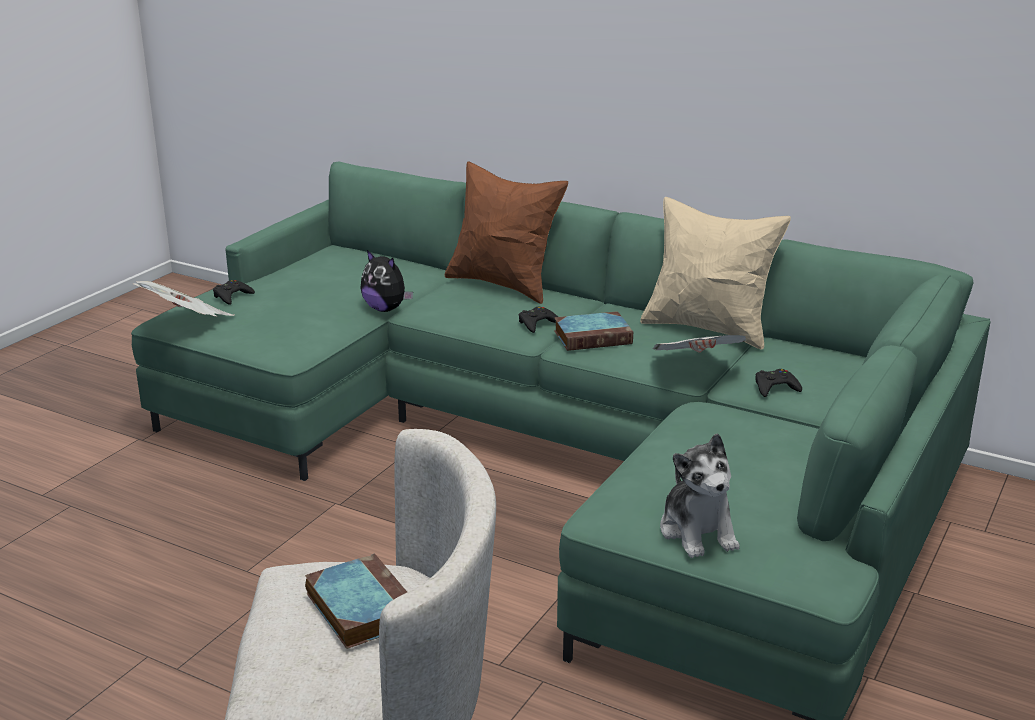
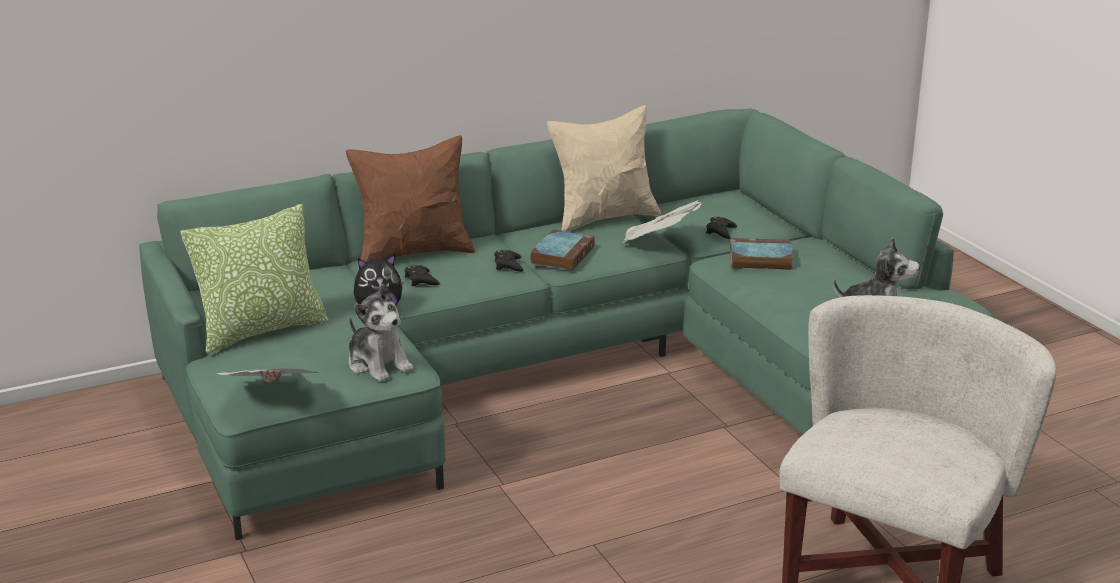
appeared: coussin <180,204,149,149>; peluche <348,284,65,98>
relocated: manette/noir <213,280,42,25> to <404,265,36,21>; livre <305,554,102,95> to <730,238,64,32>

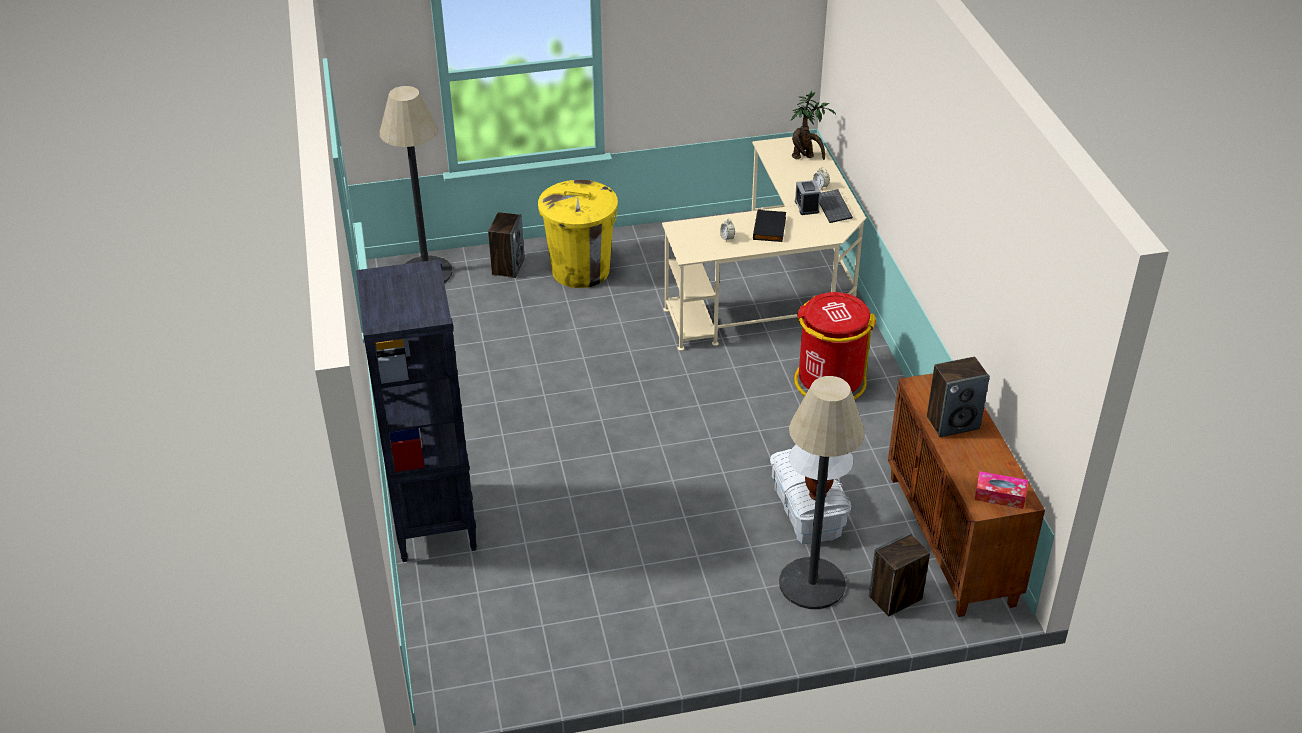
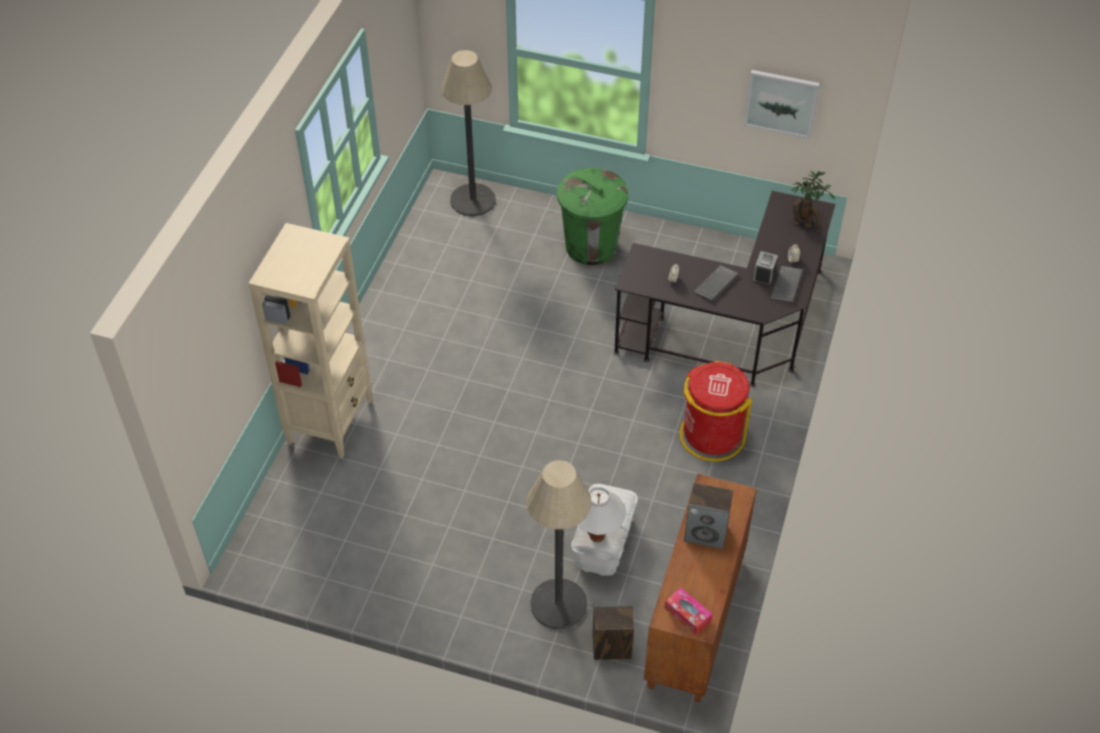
missing: enceinte <488,212,37,66>
appeared: tableau <744,70,76,69>
exchanged: livre/noir <753,209,33,33> to clavier <693,265,46,36>
colour: bureau/beige <662,134,204,217> to bureau/noir <613,191,222,196>; poubelle/jaune <538,180,80,108> to poubelle/vert <557,168,72,97>; bibliothèque/noir <356,259,121,303> to bibliothèque/beige <248,223,124,235>

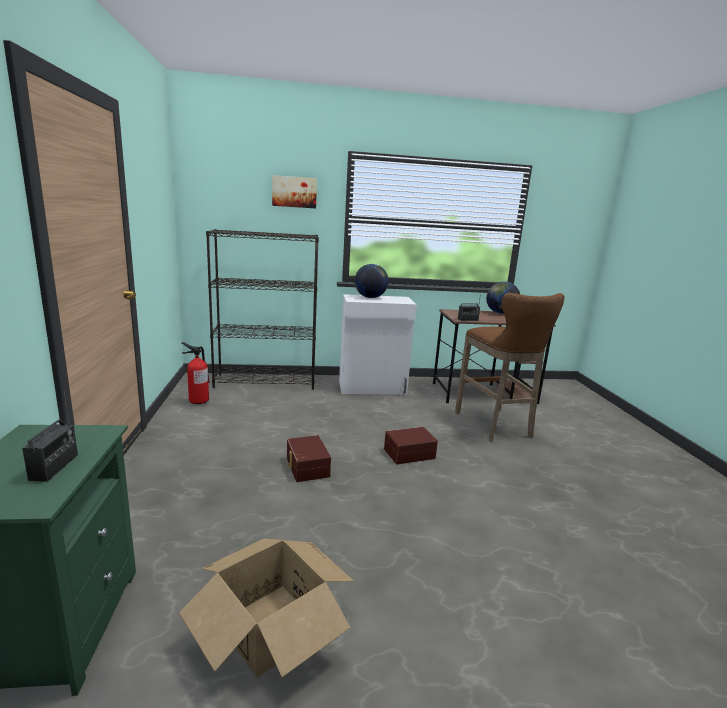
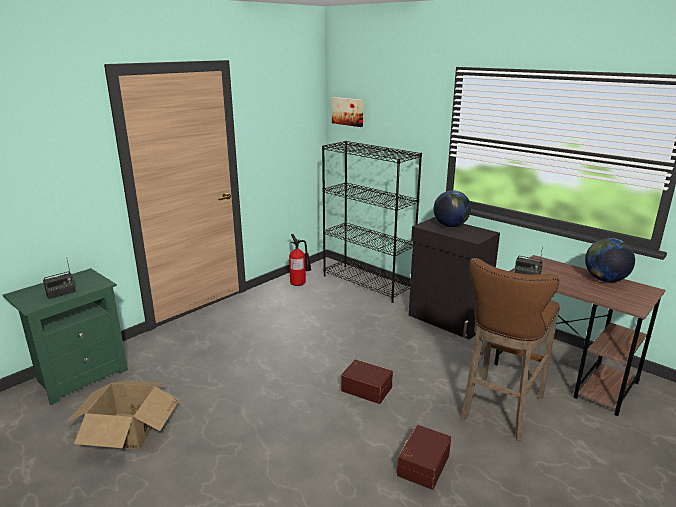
relocated: tableau <272,175,45,33> to <332,97,32,30>; boîte de rangement/marron <287,435,44,47> to <397,425,54,65>
colour: meuble de rangement/blanc <339,294,78,101> to meuble de rangement/noir <409,217,91,123>

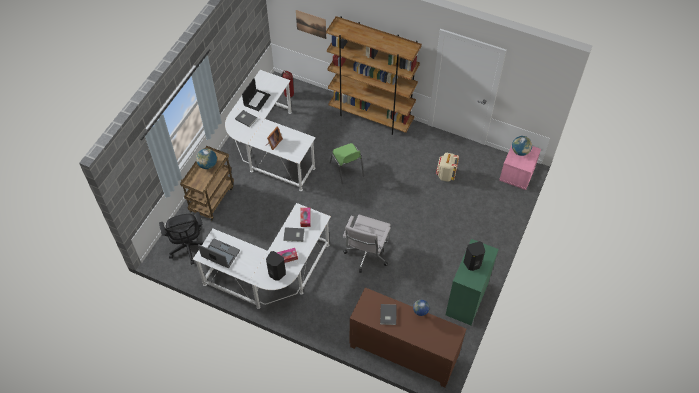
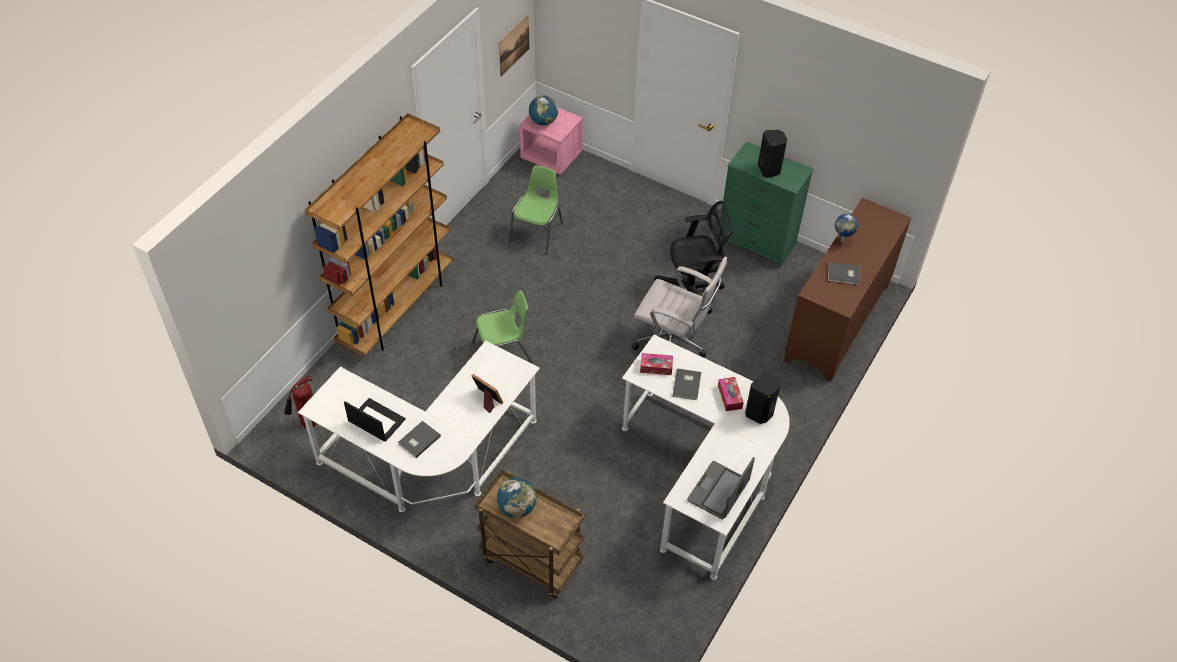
relocated: tableau <296,10,30,29> to <499,15,30,62>; chaise de bureau/noir <159,212,45,53> to <654,201,80,113>
exchanged: sac à dos/beige <436,153,23,29> to chaise/vert <509,166,54,89>

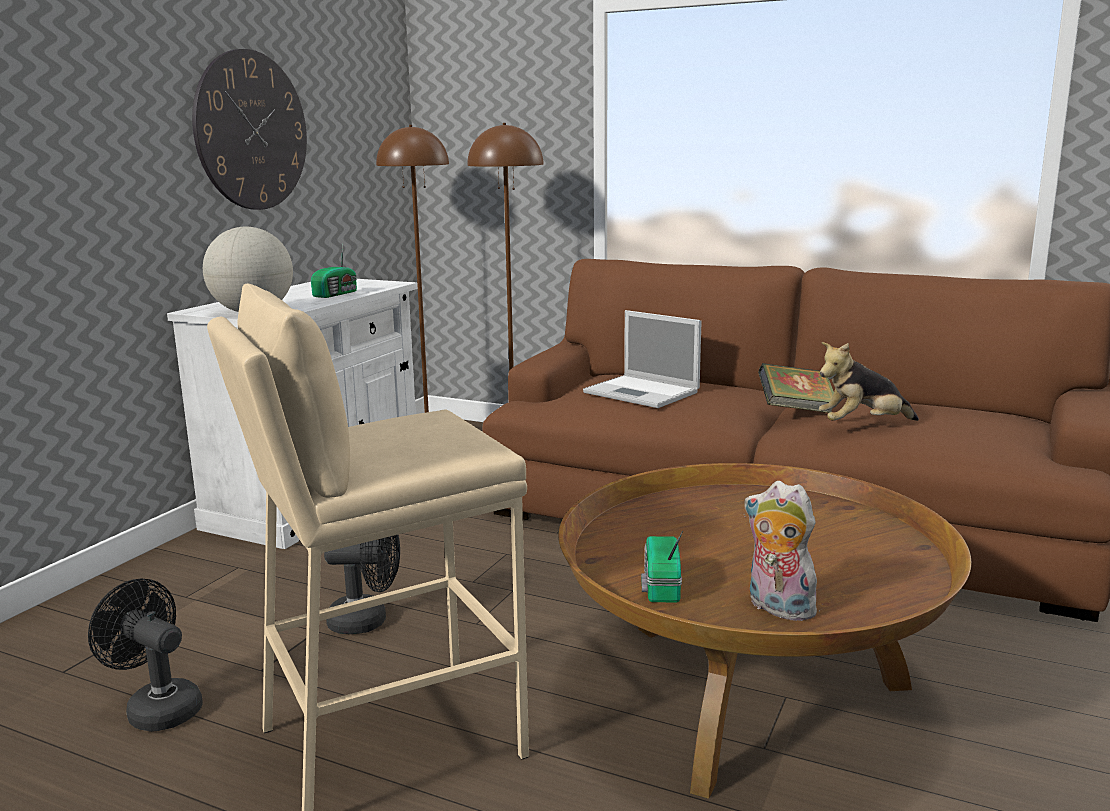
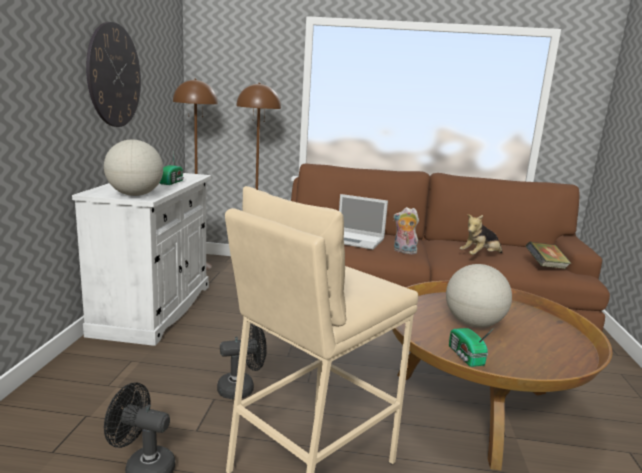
appeared: globe <446,264,66,64>
relocated: livre <758,363,76,50> to <526,242,46,27>; peluche <744,481,81,140> to <393,207,26,47>

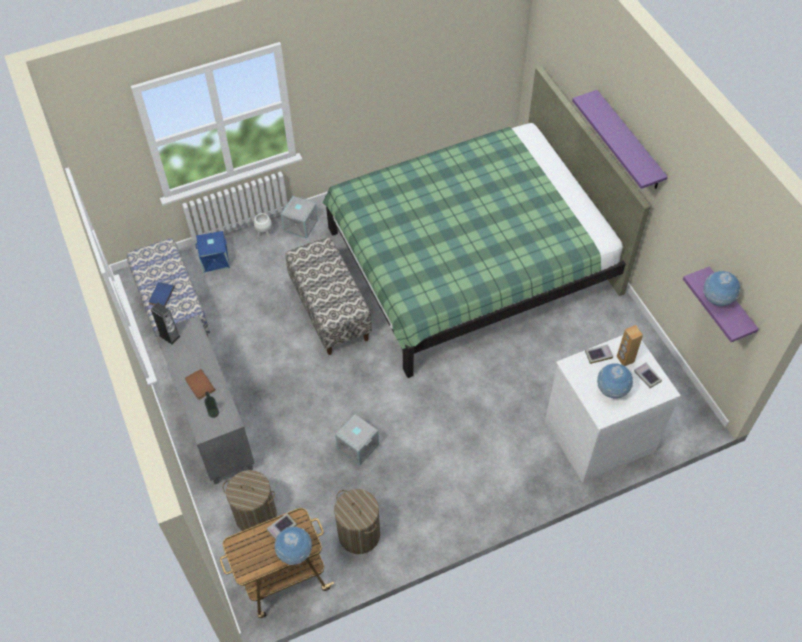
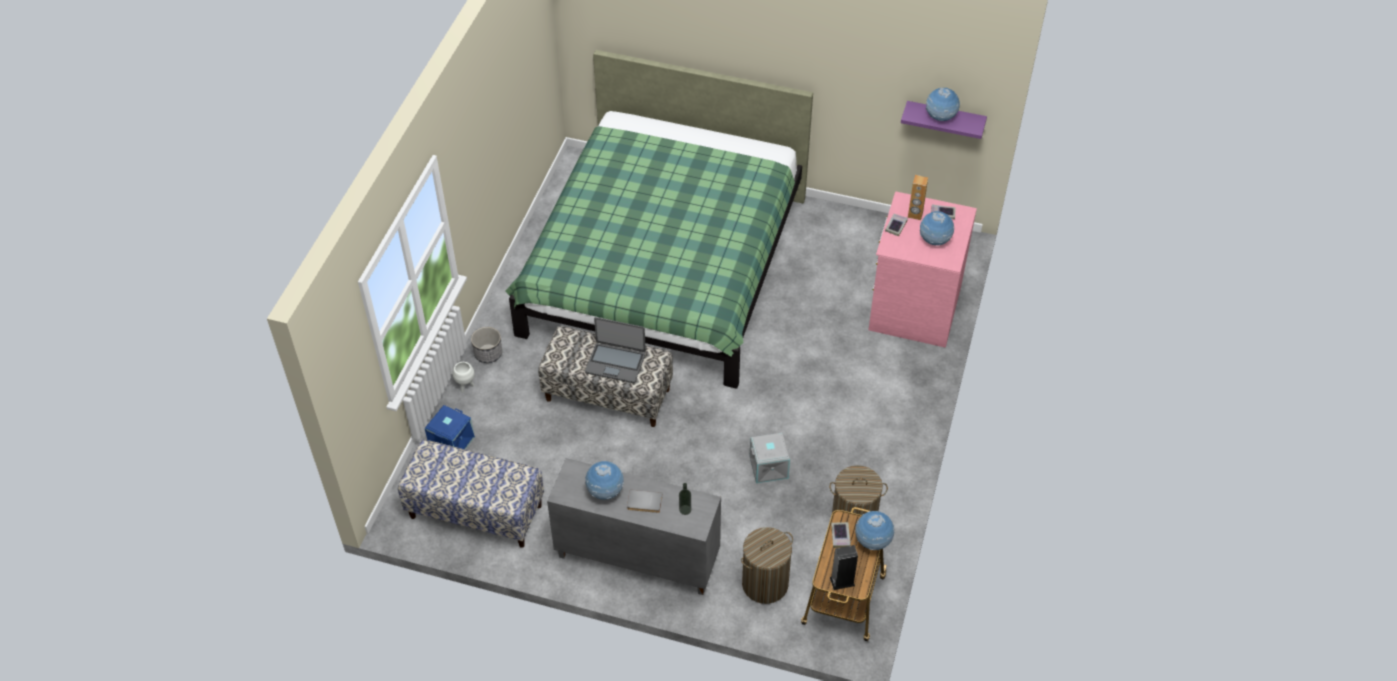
missing: étagère/violet <572,90,96,99>; livre/bleu <148,282,27,25>
appeared: ordinateur portable <585,317,61,66>; globe <585,461,39,39>
relocated: enceinte <151,303,30,41> to <830,545,28,45>
exchanged: boîte de rangement/gris <281,196,37,43> to cache-pot <471,327,31,36>
colour: commode/blanc <545,335,136,148> to commode/rose <868,191,109,156>; livre/marron <185,369,30,31> to livre/gris <627,489,36,24>

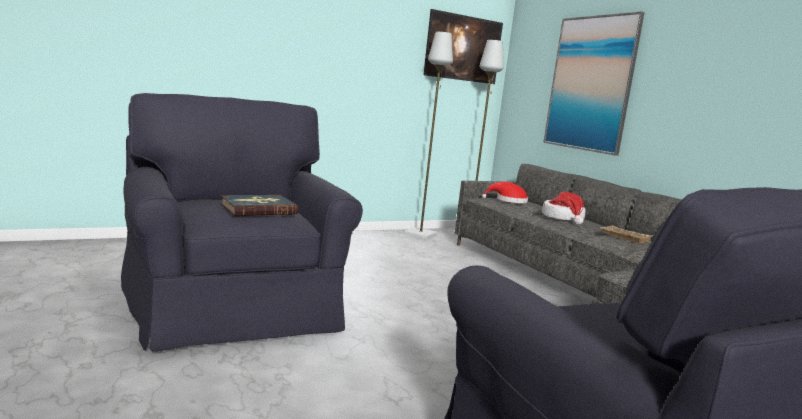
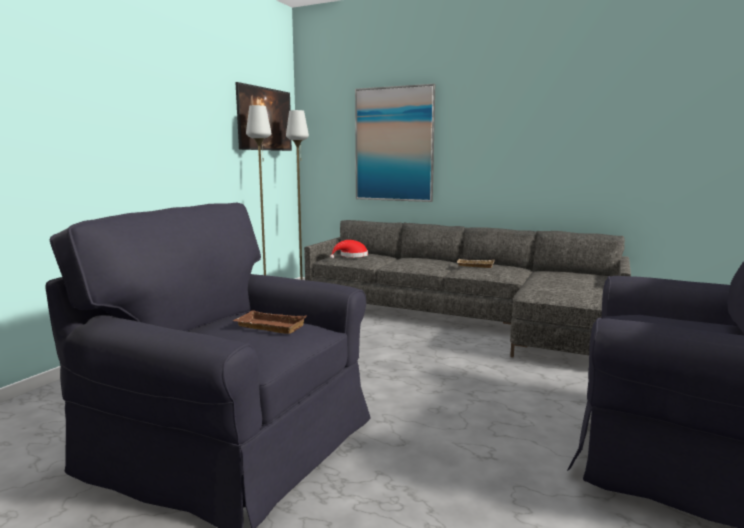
missing: chapeau <542,192,44,33>
exchanged: livre <220,195,78,21> to plateau/marron <233,310,73,24>

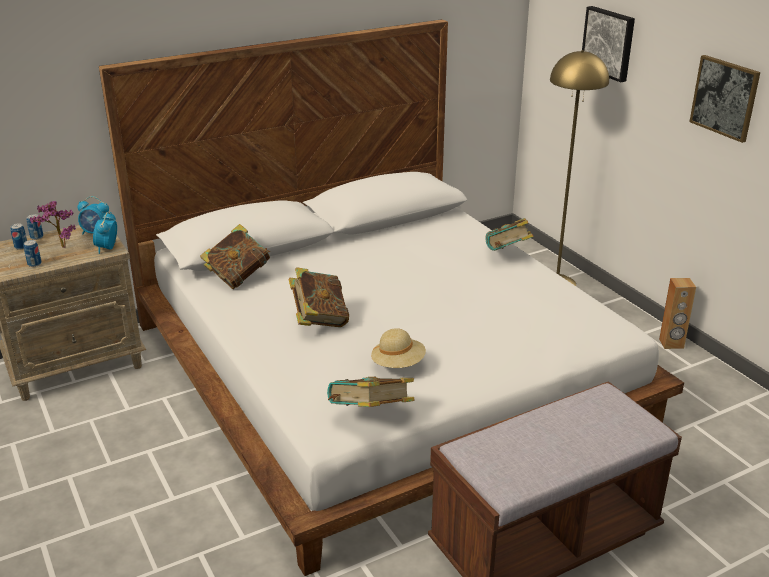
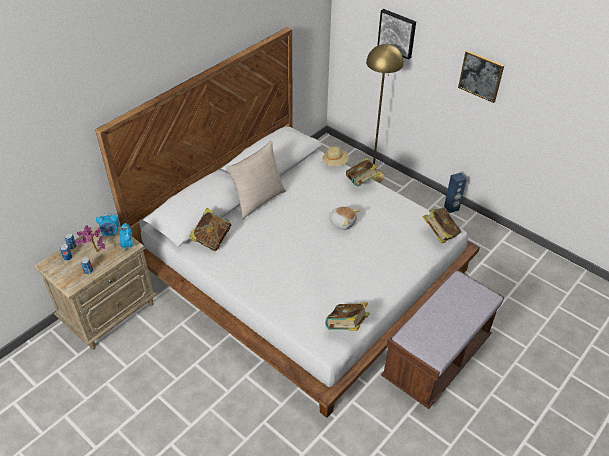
appeared: coussin/beige <226,141,60,78>; peluche <329,206,31,24>
relocated: livre <289,267,60,60> to <422,207,39,37>; chapeau/beige <371,328,55,40> to <322,146,27,20>
colour: enceinte/marron <659,278,37,71> to enceinte/bleu <444,173,23,40>

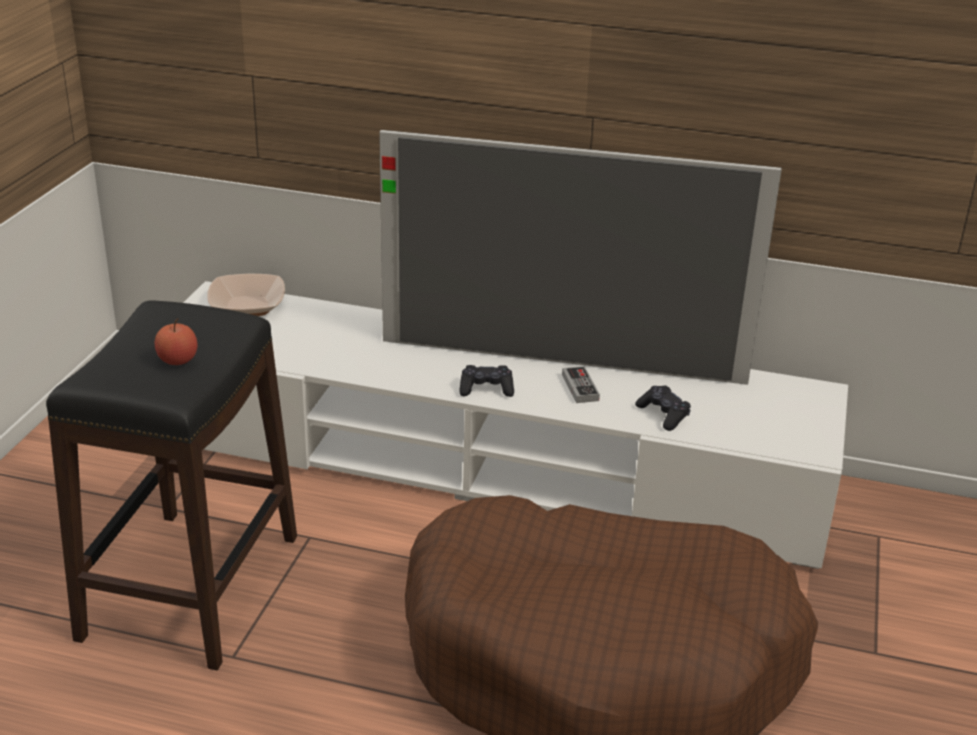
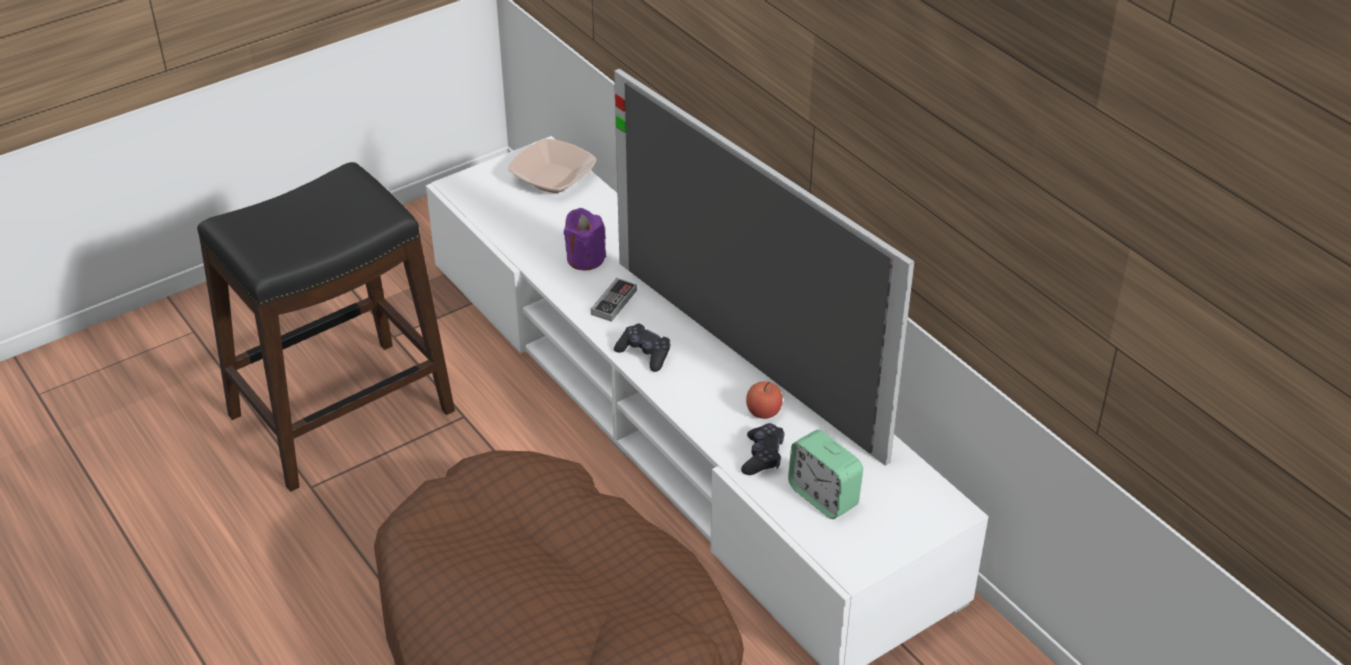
appeared: bougie/violet <564,208,42,62>; réveil <788,430,75,89>
relocated: pomme <155,318,42,47> to <746,381,37,38>; manette <562,366,38,37> to <591,278,46,44>

